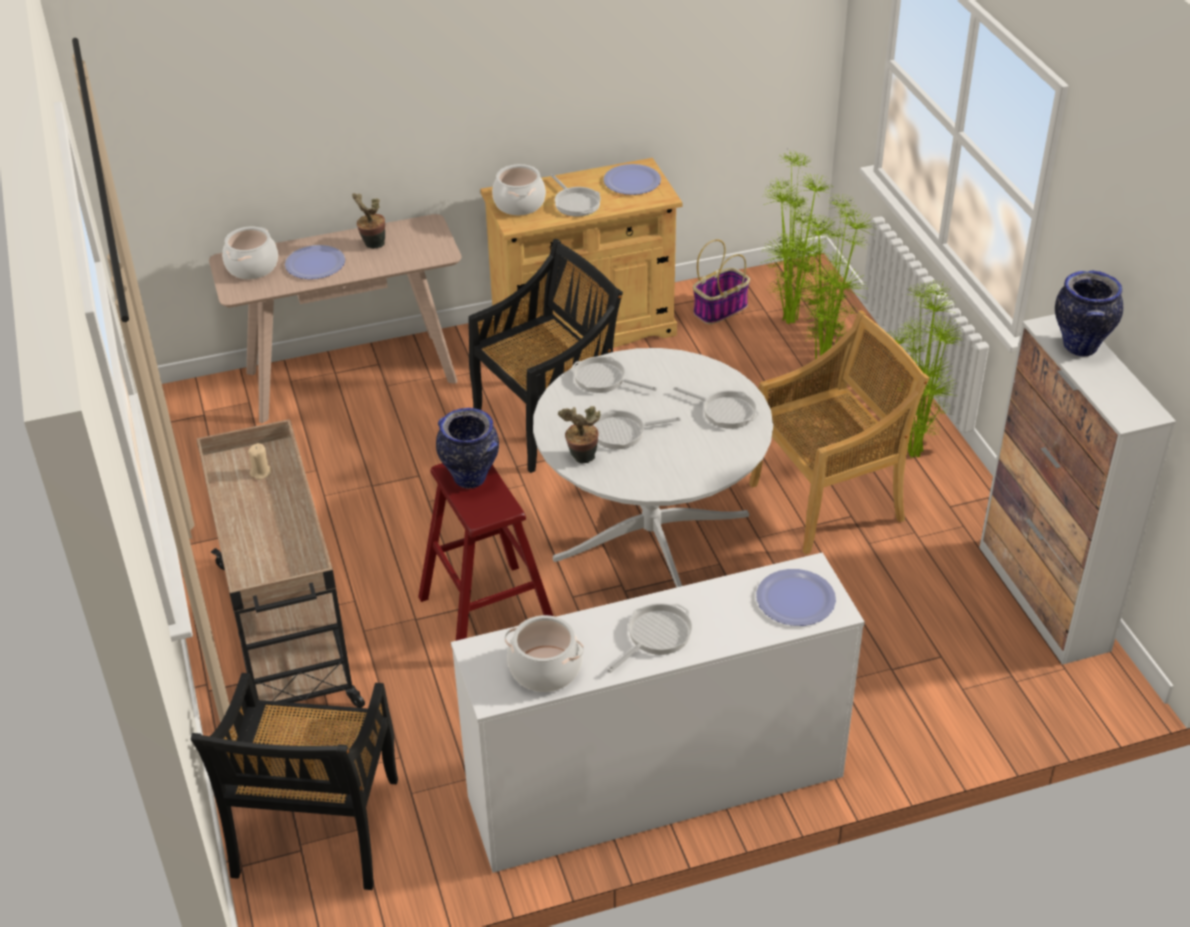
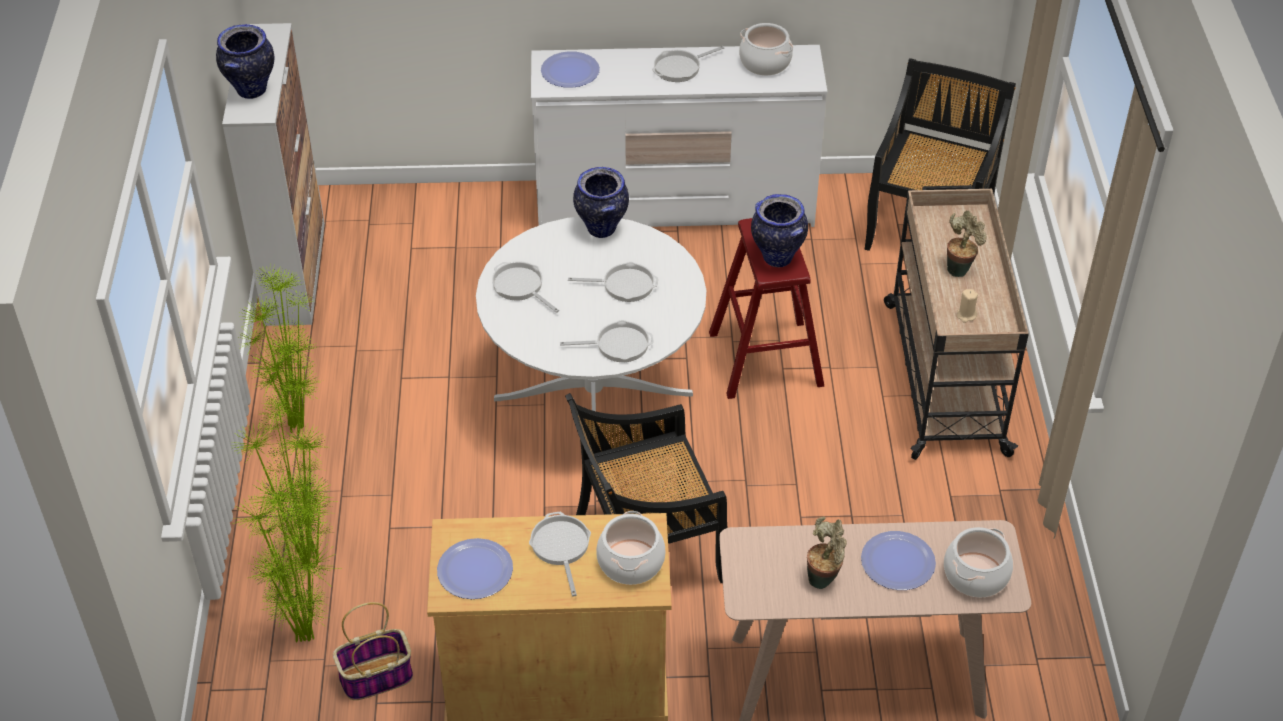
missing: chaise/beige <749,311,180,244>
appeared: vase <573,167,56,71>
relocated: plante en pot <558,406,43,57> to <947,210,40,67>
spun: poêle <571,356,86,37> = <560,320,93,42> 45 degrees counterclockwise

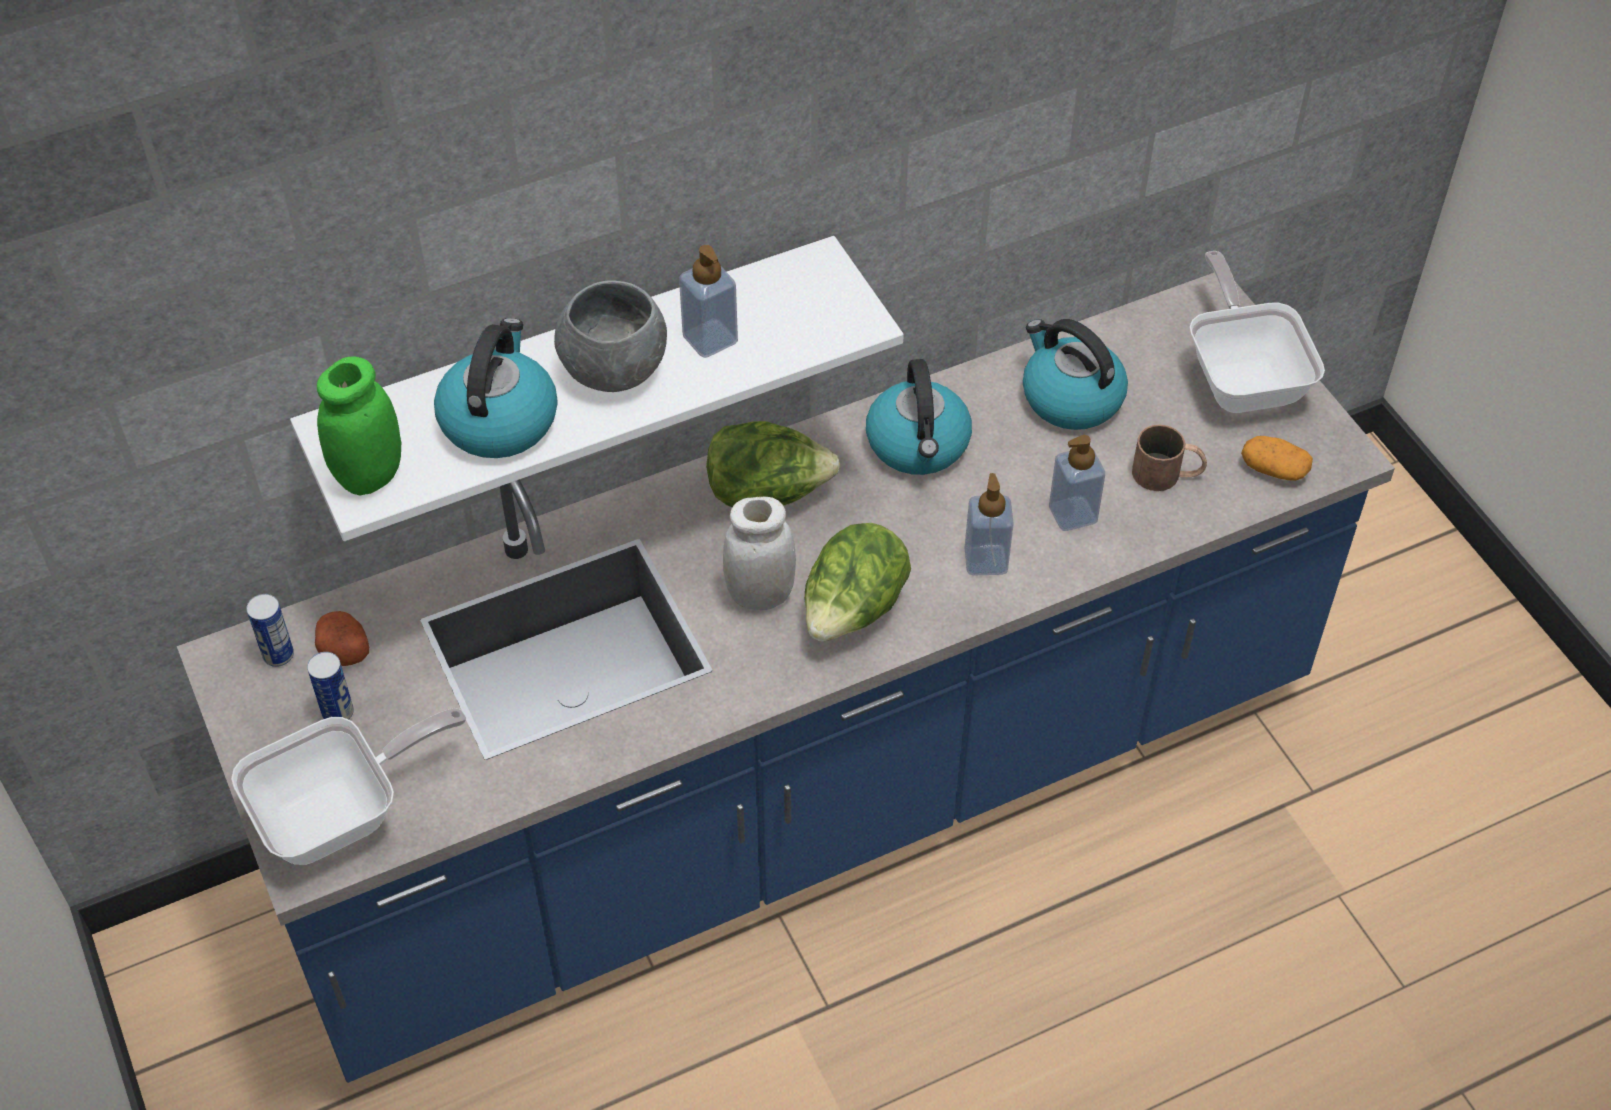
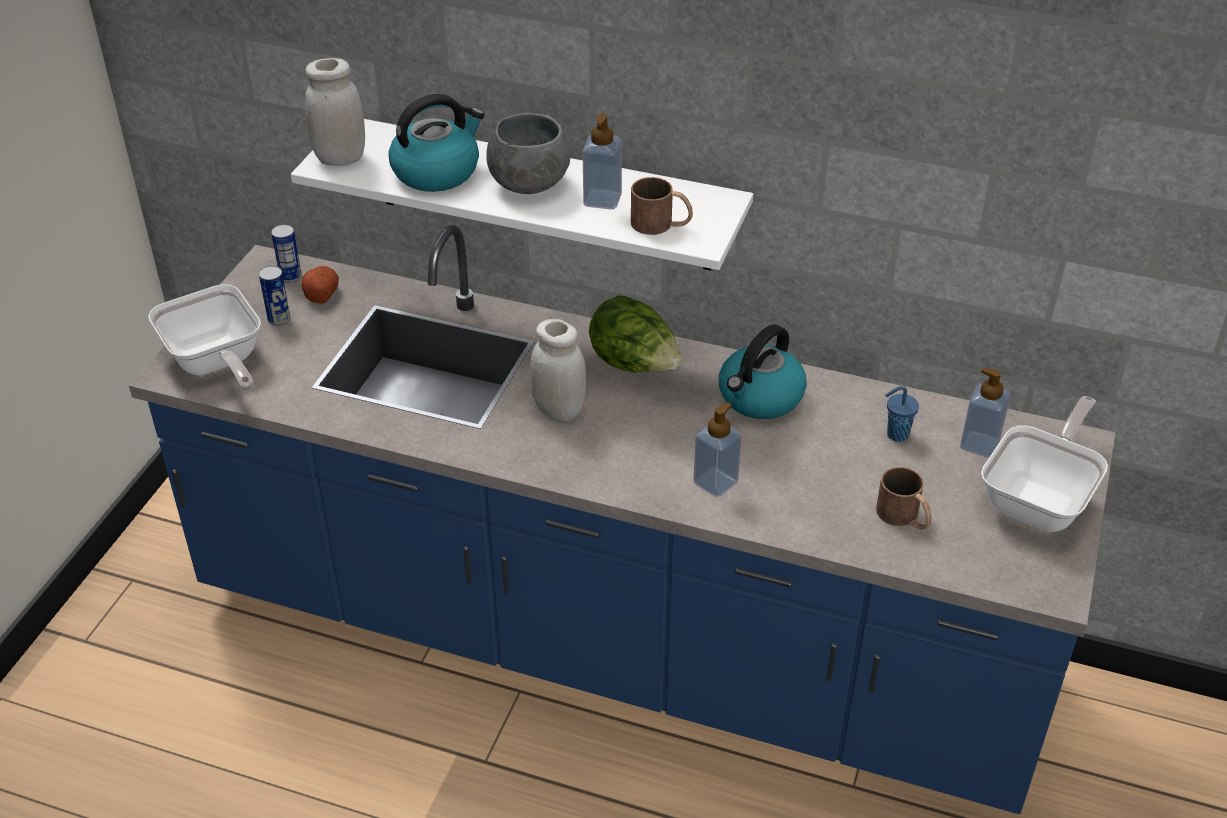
missing: pomme de terre <1241,436,72,45>; laitue <805,523,106,119>
appeared: mug/marron <631,177,62,58>
relocated: distributeur de savon <1049,435,56,96> to <960,368,51,90>
exchanged: bouilloire <1023,319,105,111> to tasse/bleu <885,386,34,56>
colour: bocal/vert <317,356,84,140> to bocal/blanc <305,58,60,108>
spun: poêle <231,708,235,157> = <148,284,113,107> 45 degrees clockwise

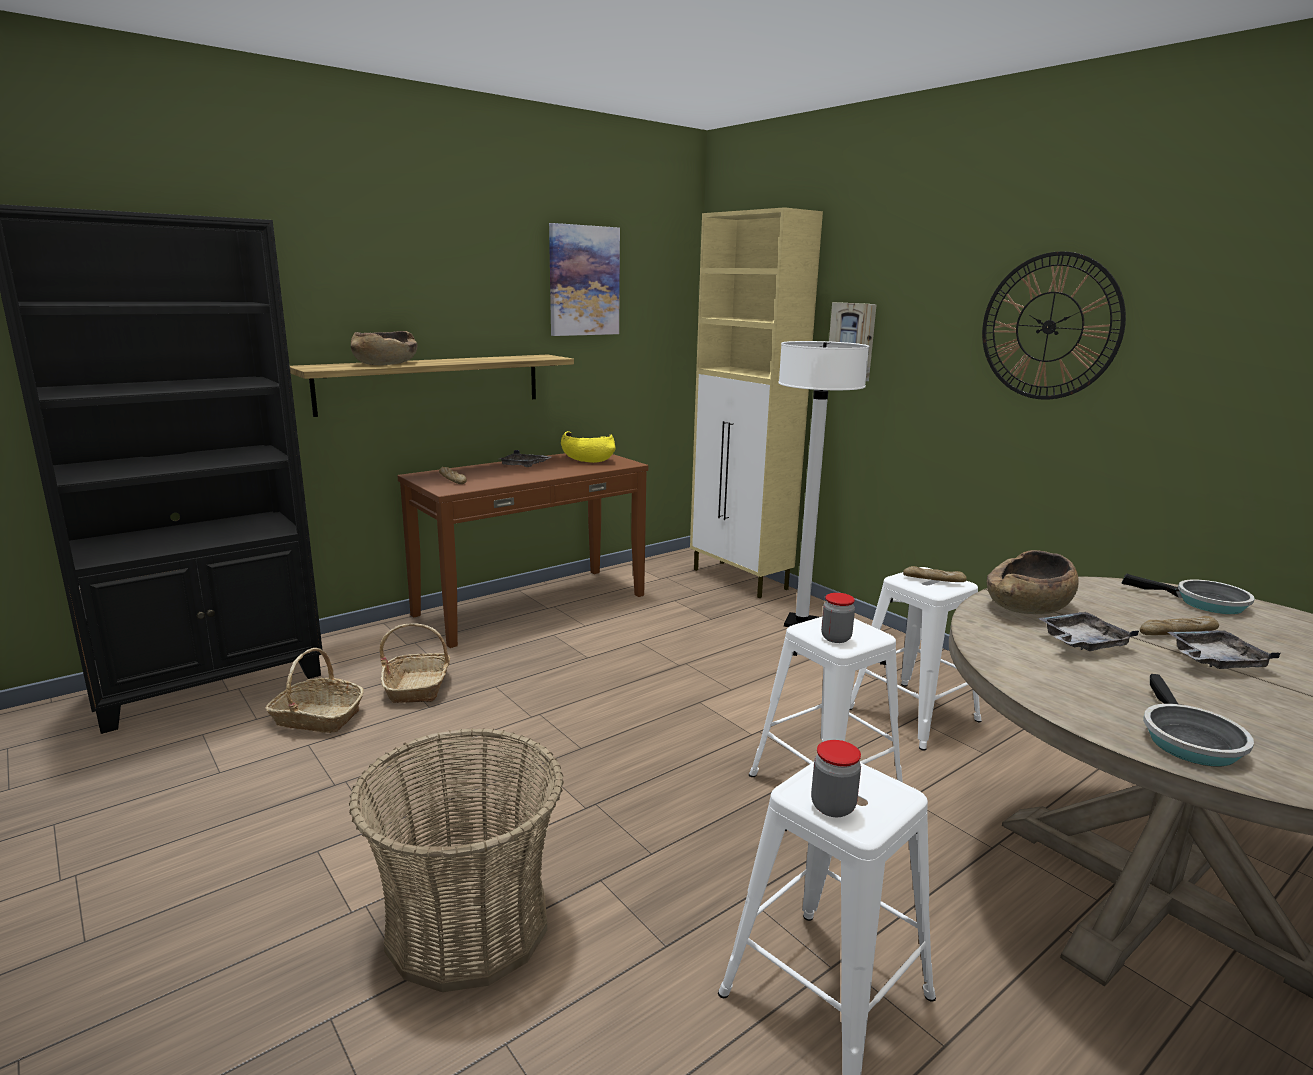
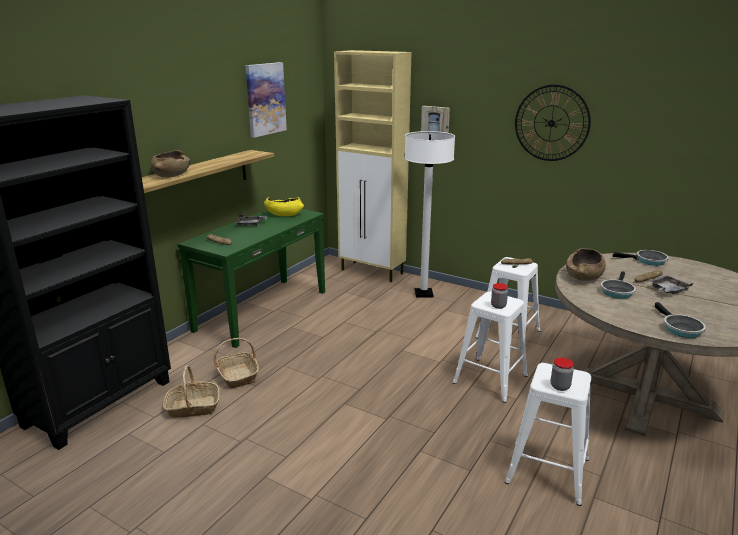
missing: panier <349,728,215,264>
exchanged: plateau/gris <1038,612,102,39> to poêle <600,271,36,28>
colour: table console/marron <398,453,250,195> to table console/vert <178,209,147,139>

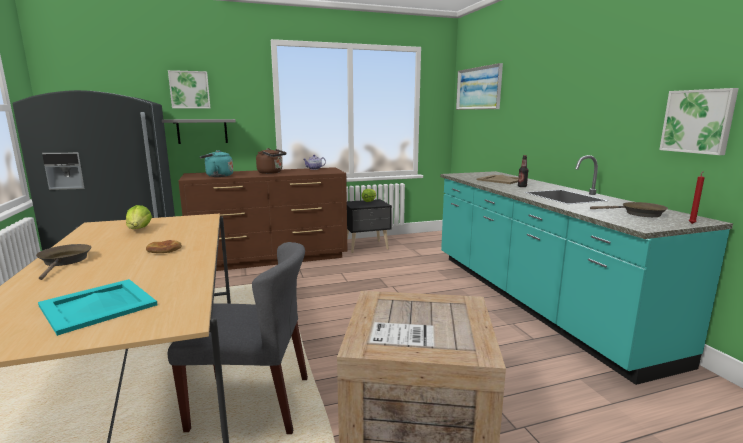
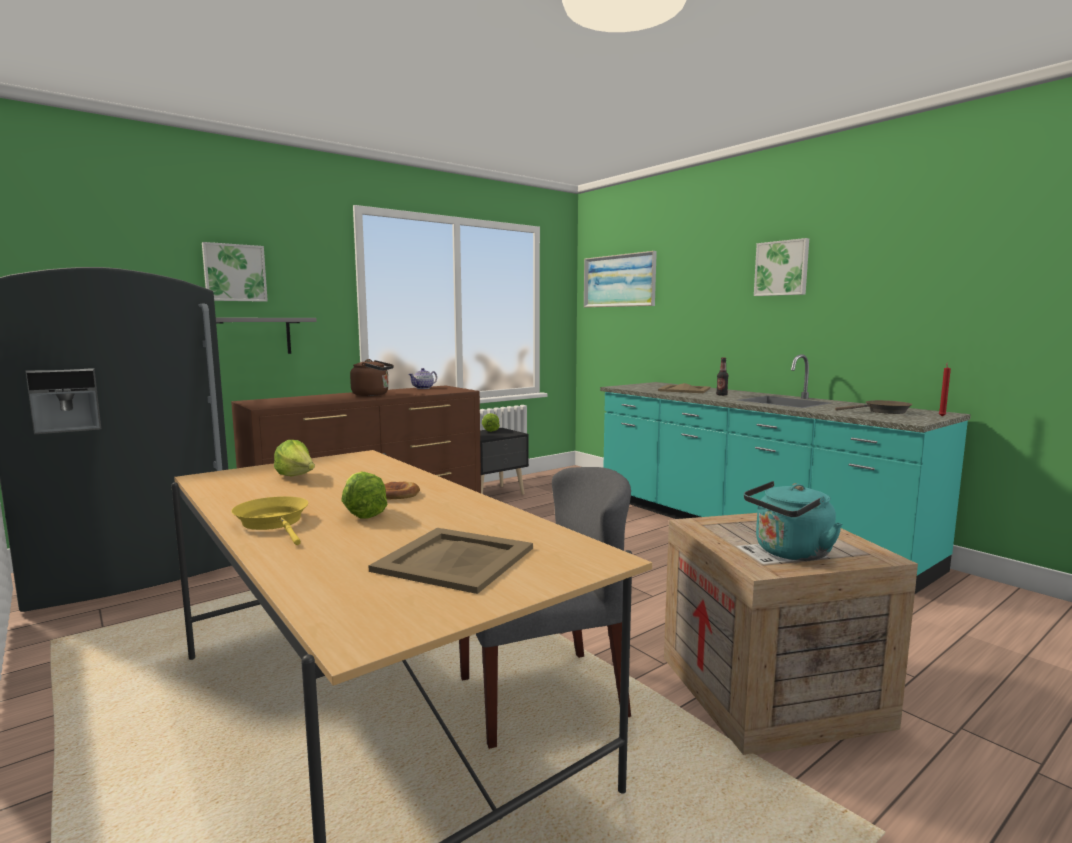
appeared: laitue <341,471,47,48>
relocated: tableau <659,88,80,67> to <754,238,55,58>; bouilloire/turquoise <200,150,33,27> to <744,481,98,80>
colour: poêle/marron <36,244,56,36> to poêle/jaune <232,497,76,48>; plateau/turquoise <38,279,120,57> to plateau/beige <369,528,164,66>

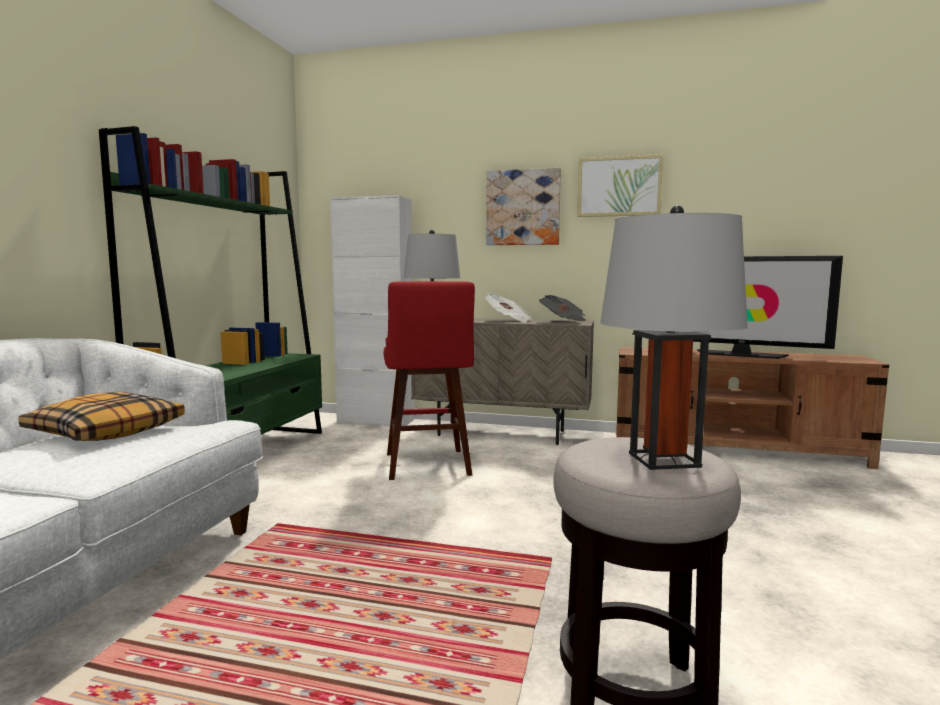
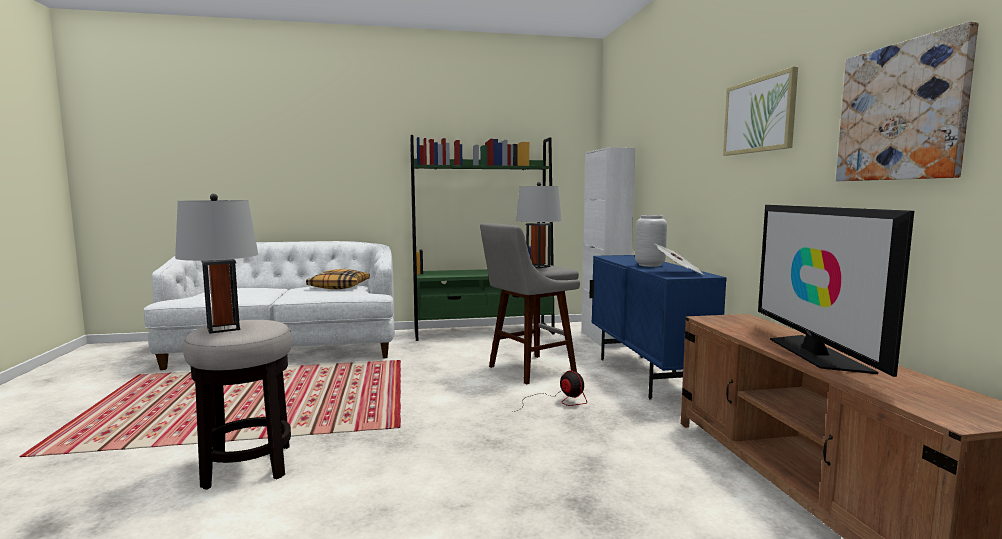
appeared: ventilateur <514,370,73,42>
relocated: tableau <486,168,75,77> to <836,21,143,160>
exchanged: journal <485,293,46,29> to vase/gris <635,215,32,52>
colour: tabouret/rouge <384,281,91,199> to tabouret/gris <480,223,100,161>; meuble de rangement/beige <411,318,183,127> to meuble de rangement/bleu <589,255,138,145>

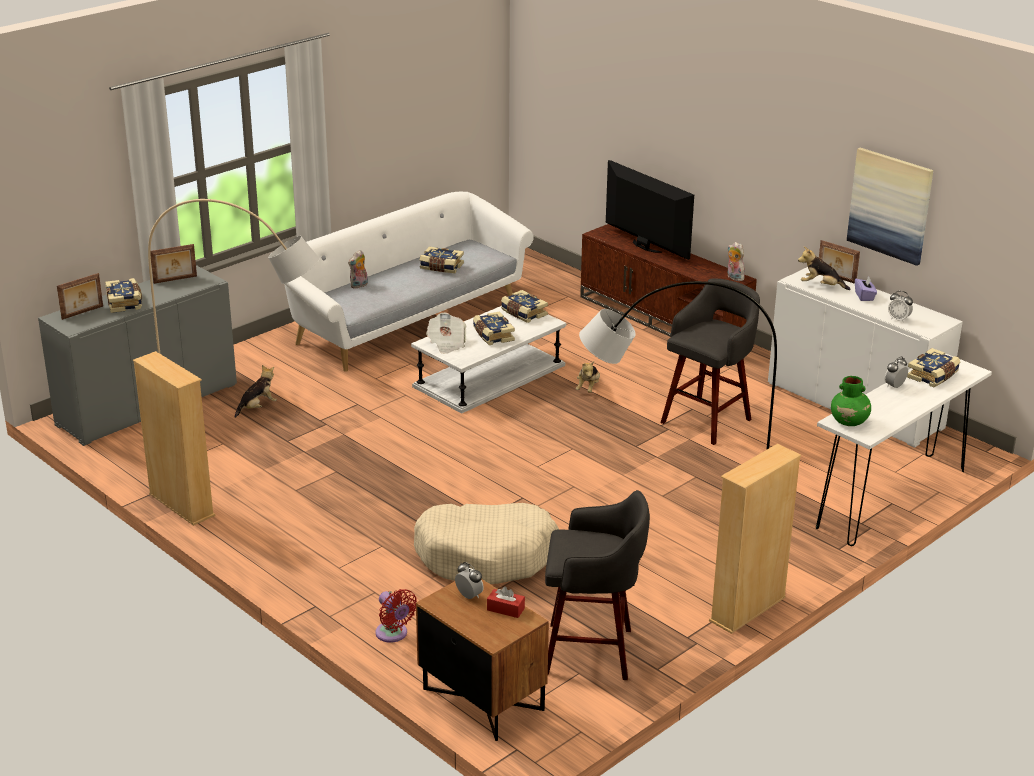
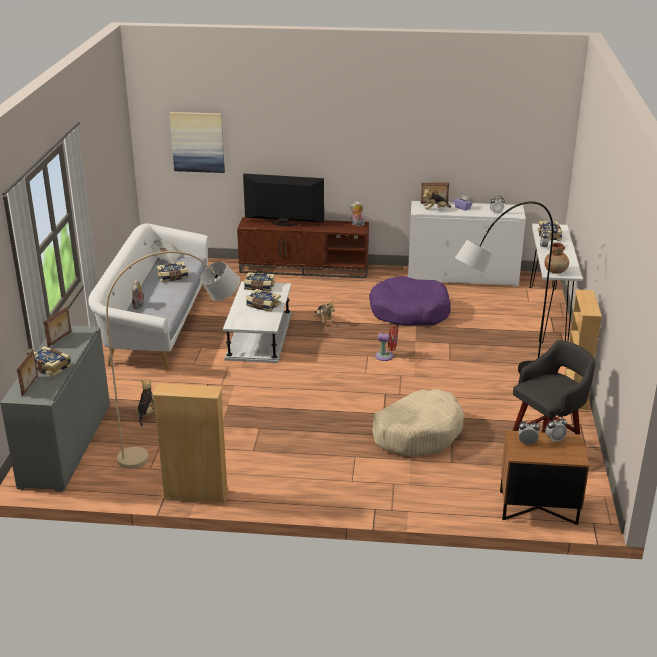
relocated: tableau <847,148,86,118> to <170,112,55,61>; journal <426,312,40,42> to <151,240,29,23>; ventilateur/rouge <375,589,42,54> to <375,326,23,35>
exchanged: tabouret/gris <660,278,100,167> to panier pour chien/violet <369,276,82,50>; boîte à mouchoirs/rouge <487,586,38,32> to réveil <545,417,22,26>
colour: vase/vert <831,376,40,50> to vase/marron <544,243,25,31>

